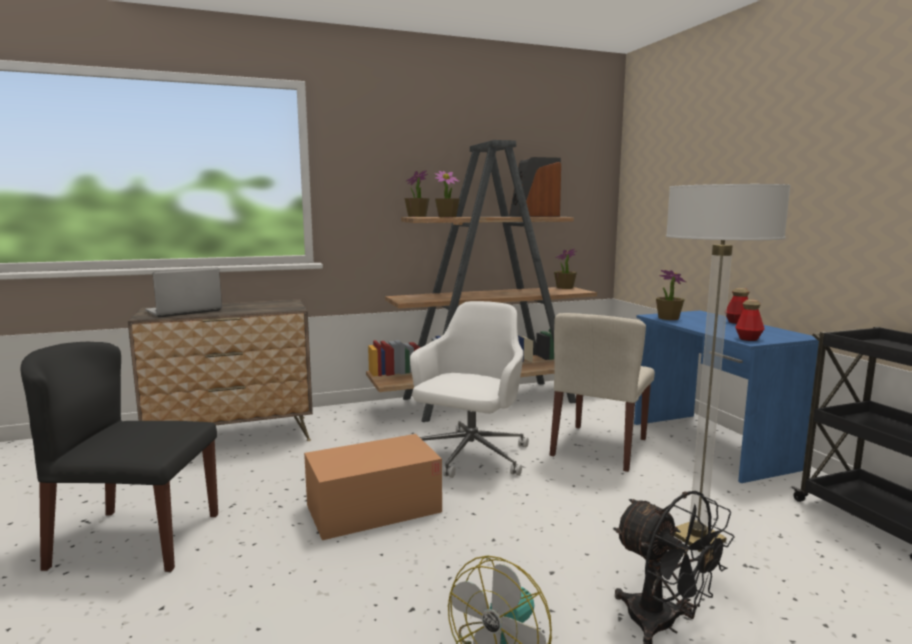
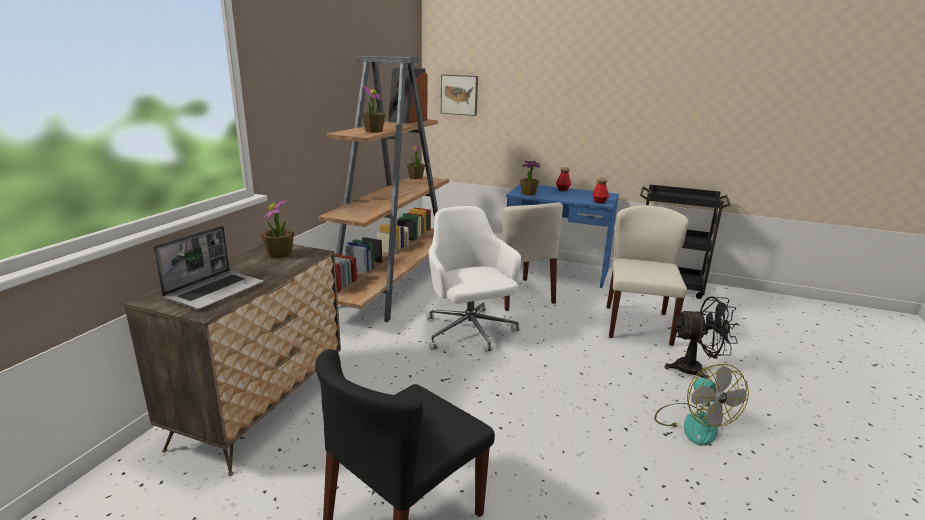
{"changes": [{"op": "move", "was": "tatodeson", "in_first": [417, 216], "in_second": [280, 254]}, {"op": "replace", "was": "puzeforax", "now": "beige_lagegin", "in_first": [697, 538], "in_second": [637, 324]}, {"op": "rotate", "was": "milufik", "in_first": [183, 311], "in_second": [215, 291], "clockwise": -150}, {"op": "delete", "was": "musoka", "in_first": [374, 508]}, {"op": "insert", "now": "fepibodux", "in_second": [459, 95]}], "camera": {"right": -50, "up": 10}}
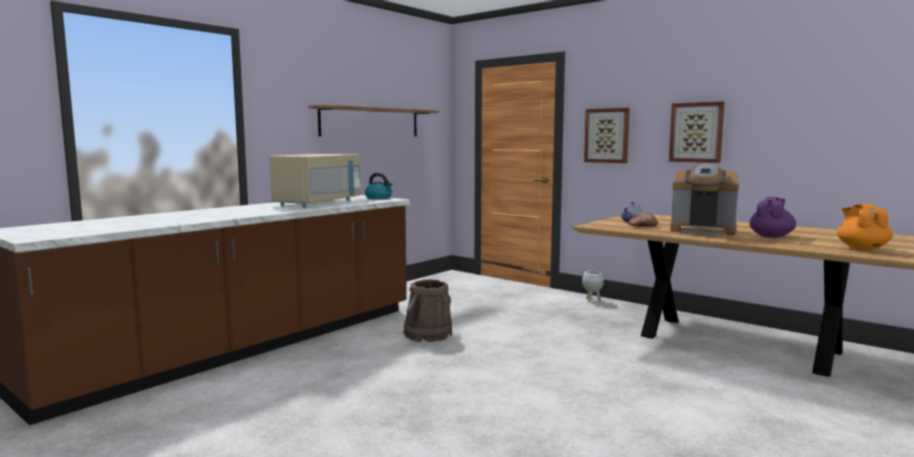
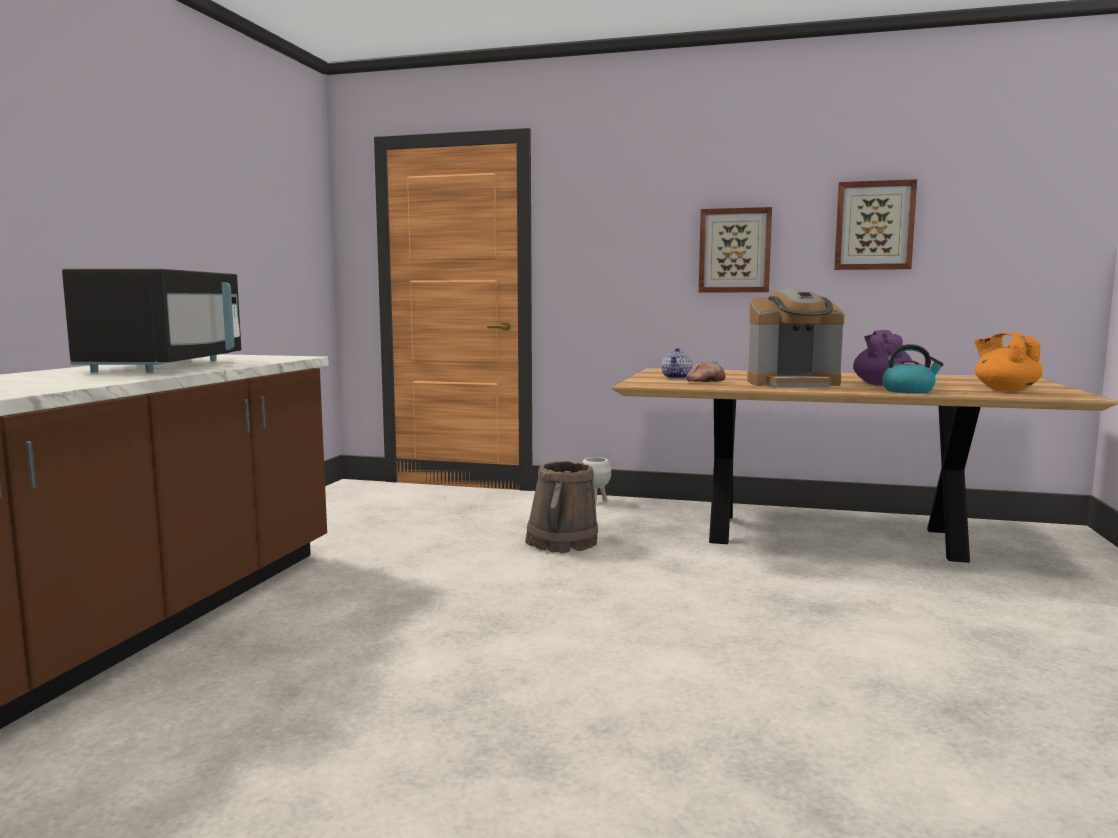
{"changes": [{"op": "delete", "was": "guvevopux", "in_first": [370, 122]}, {"op": "move", "was": "fepibodux", "in_first": [607, 135], "in_second": [874, 226]}, {"op": "recolor", "was": "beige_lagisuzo", "now": "black_lagisuzo", "in_first": [318, 203], "in_second": [166, 366]}, {"op": "move", "was": "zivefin", "in_first": [379, 198], "in_second": [908, 391]}, {"op": "move", "was": "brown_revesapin", "in_first": [427, 334], "in_second": [562, 542]}], "camera": {"right": -25, "up": 0}}
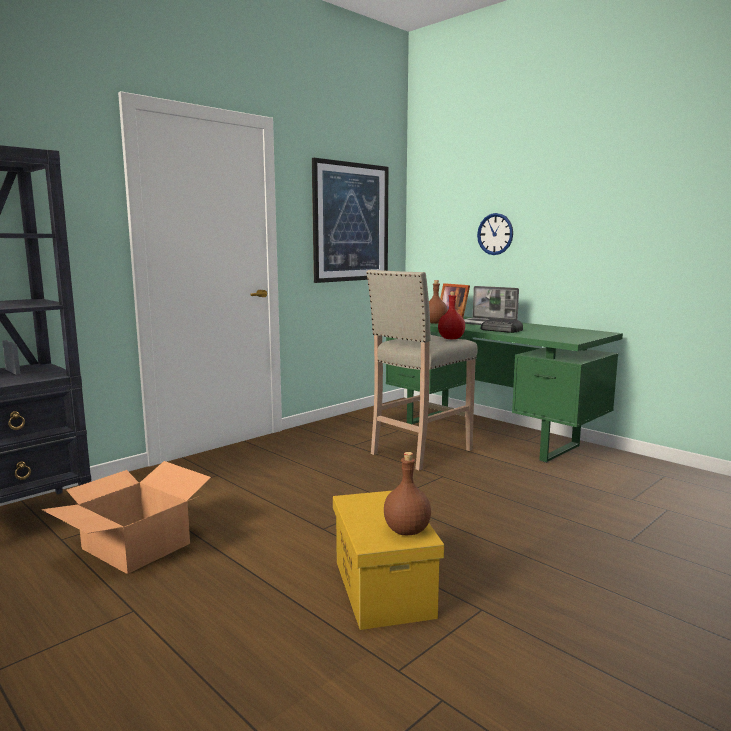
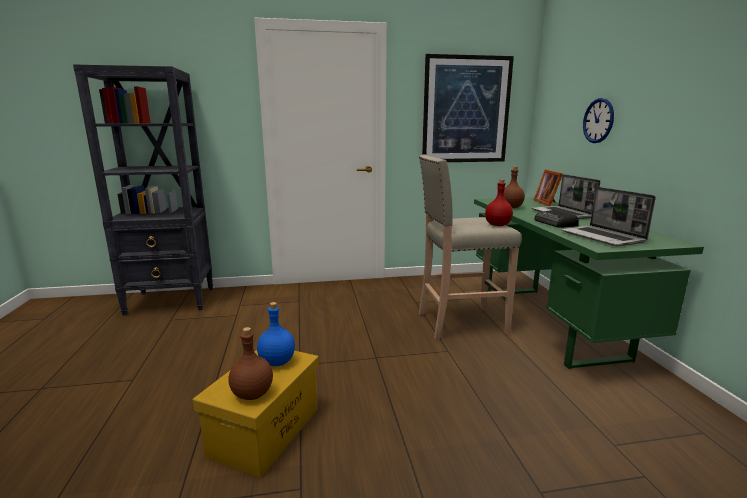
{"changes": [{"op": "delete", "was": "musoka", "in_first": [135, 547]}, {"op": "insert", "now": "milufik", "in_second": [603, 237]}, {"op": "insert", "now": "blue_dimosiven", "in_second": [277, 362]}], "camera": {"right": 35, "up": 5}}
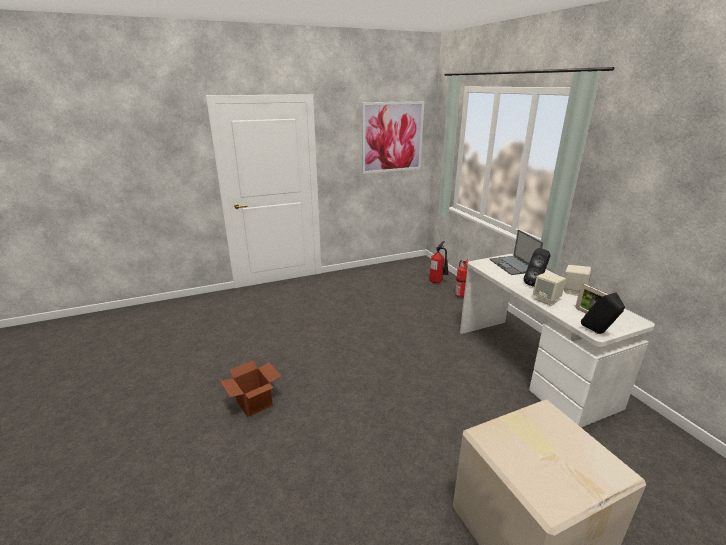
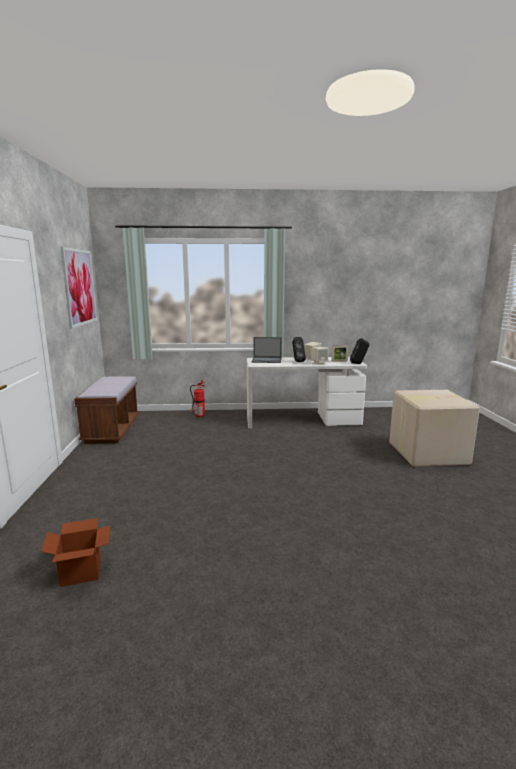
{"changes": [{"op": "delete", "was": "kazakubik", "in_first": [437, 282]}, {"op": "move", "was": "musoka", "in_first": [254, 403], "in_second": [81, 572]}, {"op": "insert", "now": "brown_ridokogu", "in_second": [112, 430]}], "camera": {"right": -70, "up": -10}}
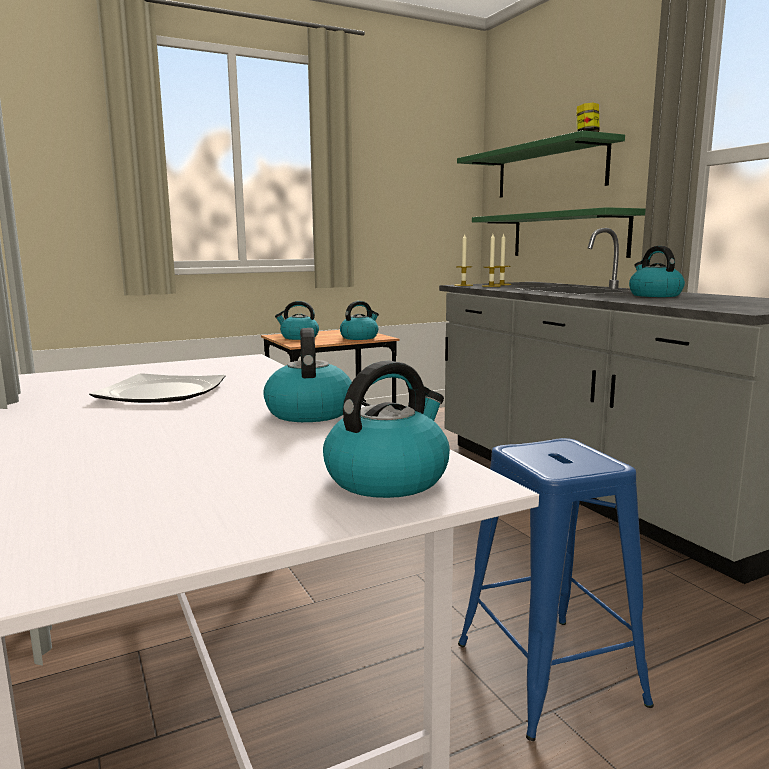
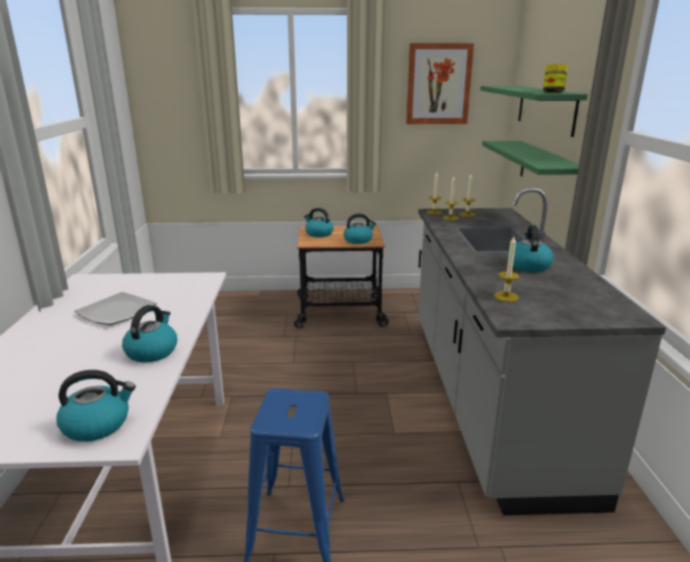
{"changes": [{"op": "insert", "now": "fepibodux", "in_second": [438, 84]}, {"op": "insert", "now": "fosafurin", "in_second": [506, 296]}], "camera": {"right": 25, "up": 10}}
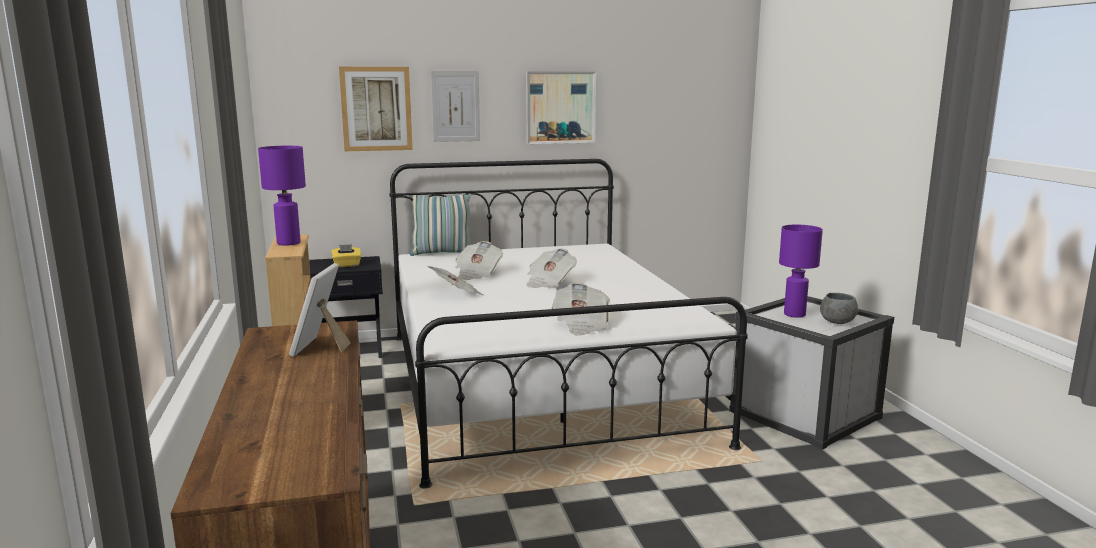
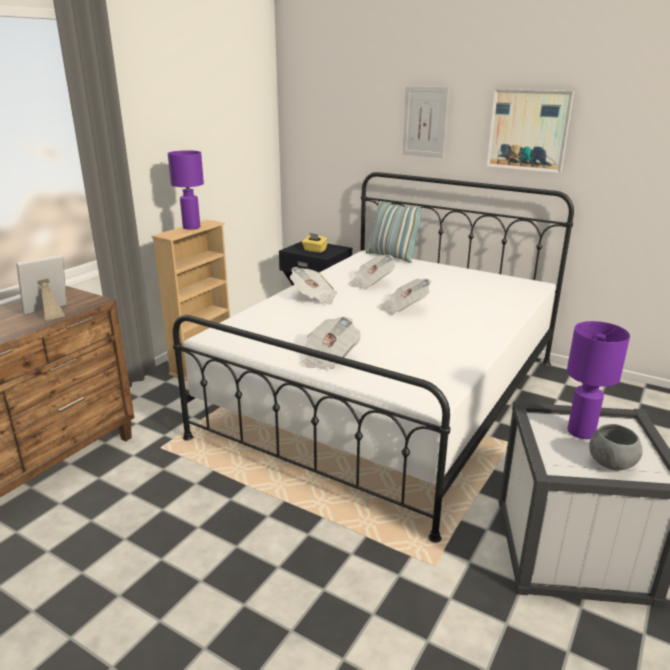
{"changes": [{"op": "delete", "was": "fepibodux", "in_first": [376, 109]}], "camera": {"right": 45, "up": 10}}
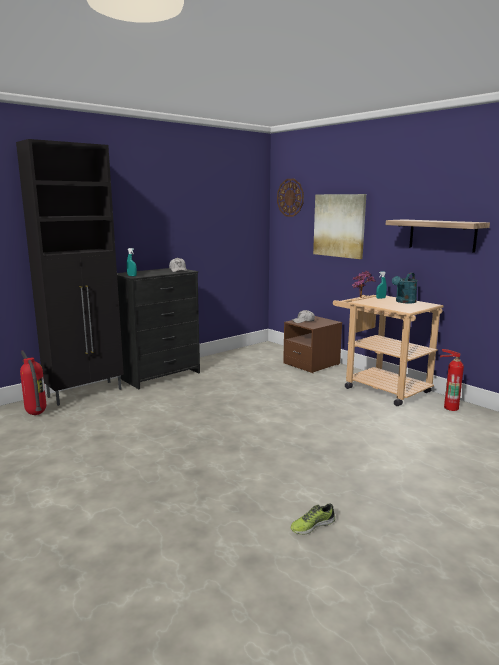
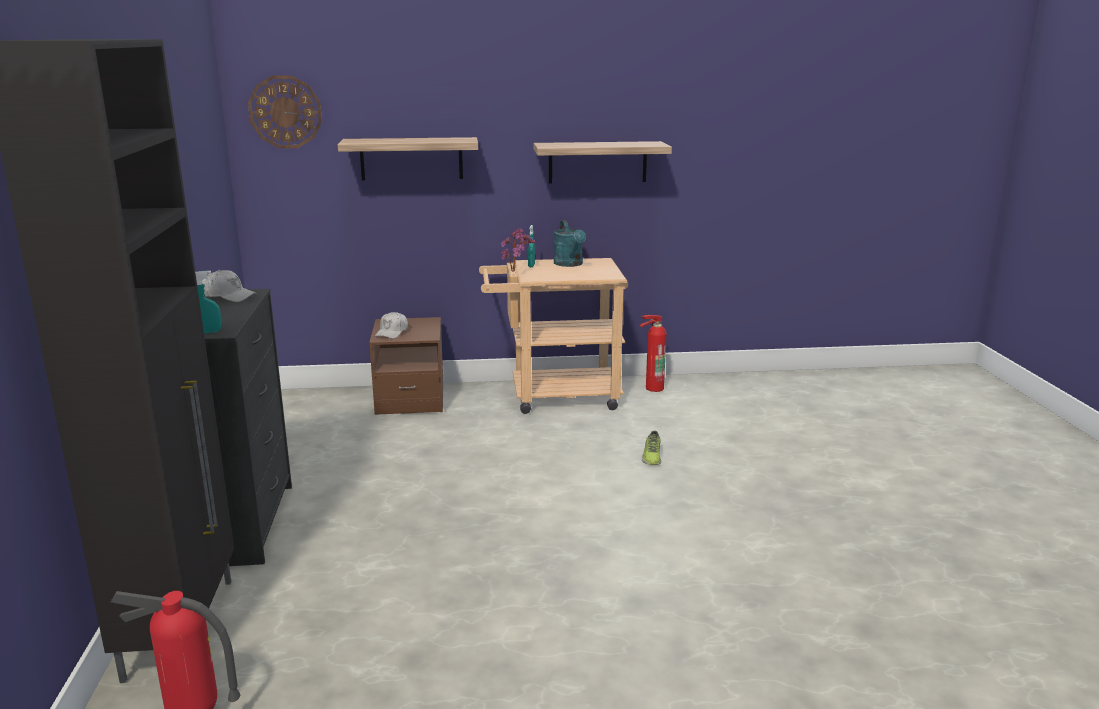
{"changes": [{"op": "replace", "was": "fepibodux", "now": "guvevopux", "in_first": [339, 225], "in_second": [411, 158]}, {"op": "move", "was": "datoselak", "in_first": [312, 525], "in_second": [651, 456]}], "camera": {"right": -55, "up": 5}}
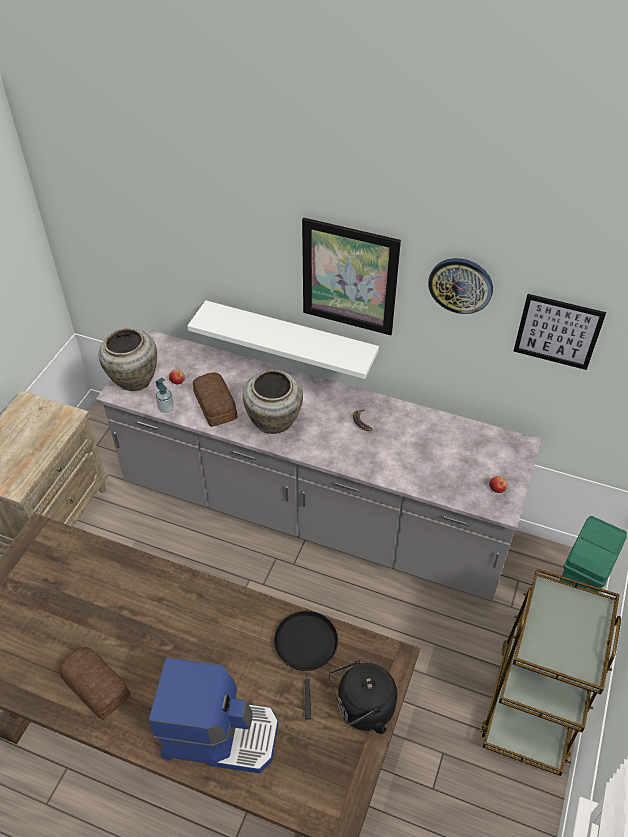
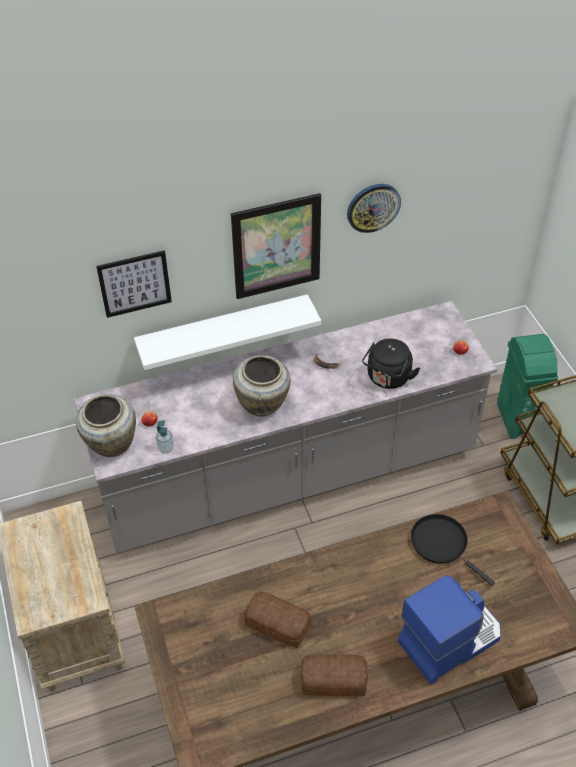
{"changes": [{"op": "move", "was": "fepibodux", "in_first": [558, 331], "in_second": [134, 283]}, {"op": "move", "was": "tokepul", "in_first": [214, 406], "in_second": [278, 625]}, {"op": "move", "was": "black_zivefin", "in_first": [362, 709], "in_second": [387, 379]}], "camera": {"right": -40, "up": 0}}
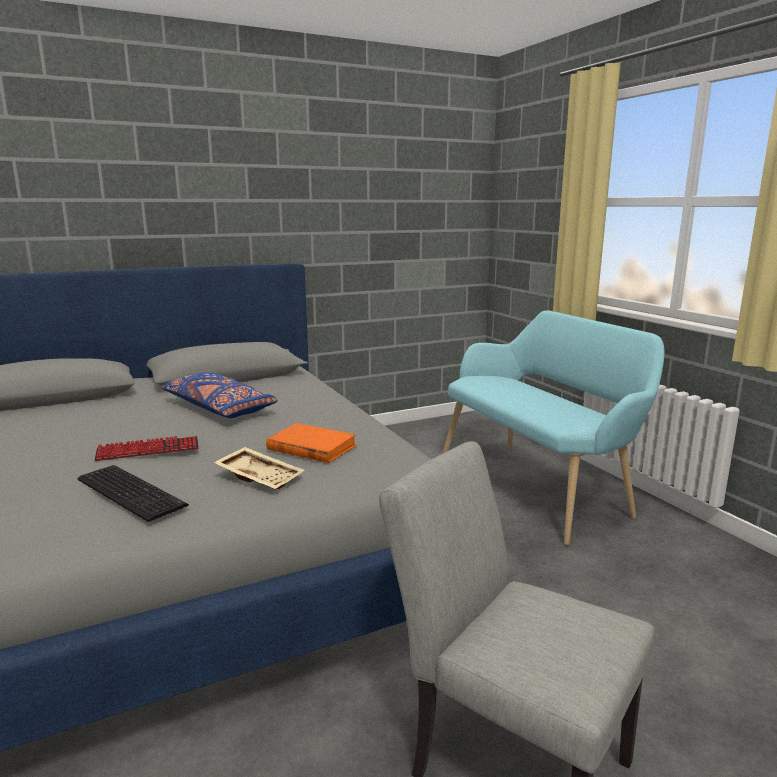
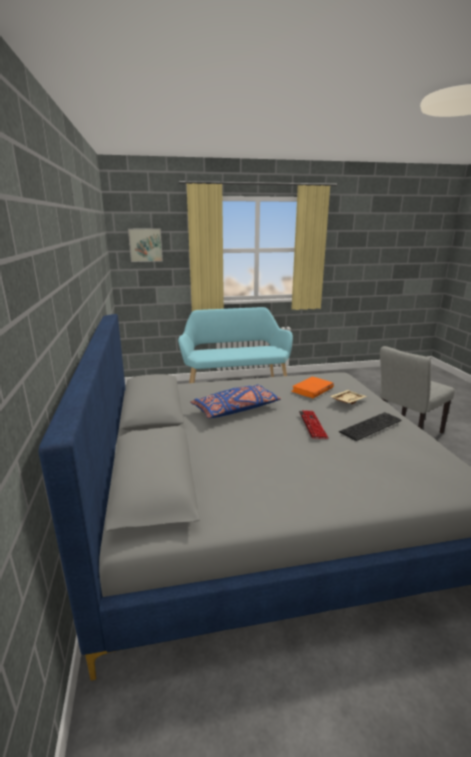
{"changes": [{"op": "insert", "now": "fepibodux", "in_second": [145, 245]}], "camera": {"right": -75, "up": 5}}
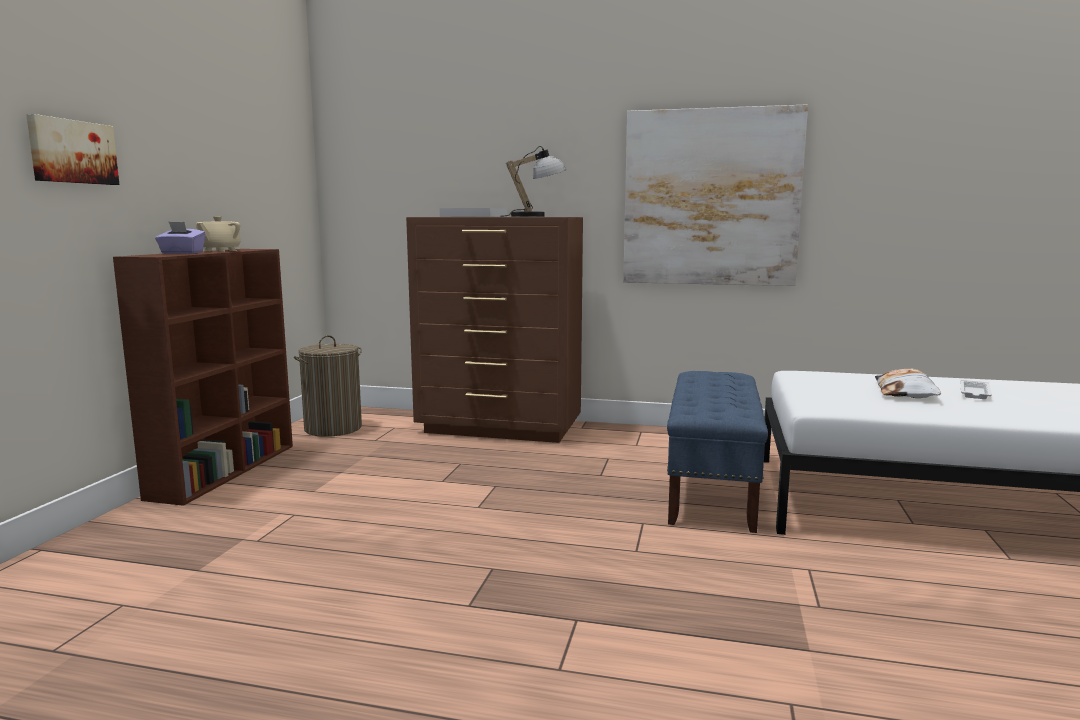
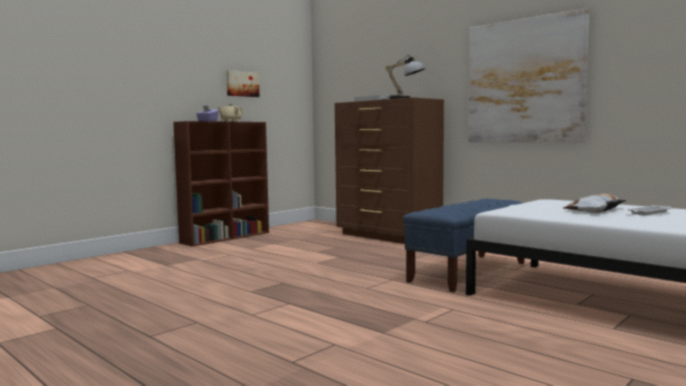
{"changes": [{"op": "move", "was": "fepibodux", "in_first": [72, 152], "in_second": [242, 84]}, {"op": "delete", "was": "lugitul", "in_first": [333, 428]}], "camera": {"right": 30, "up": -5}}
